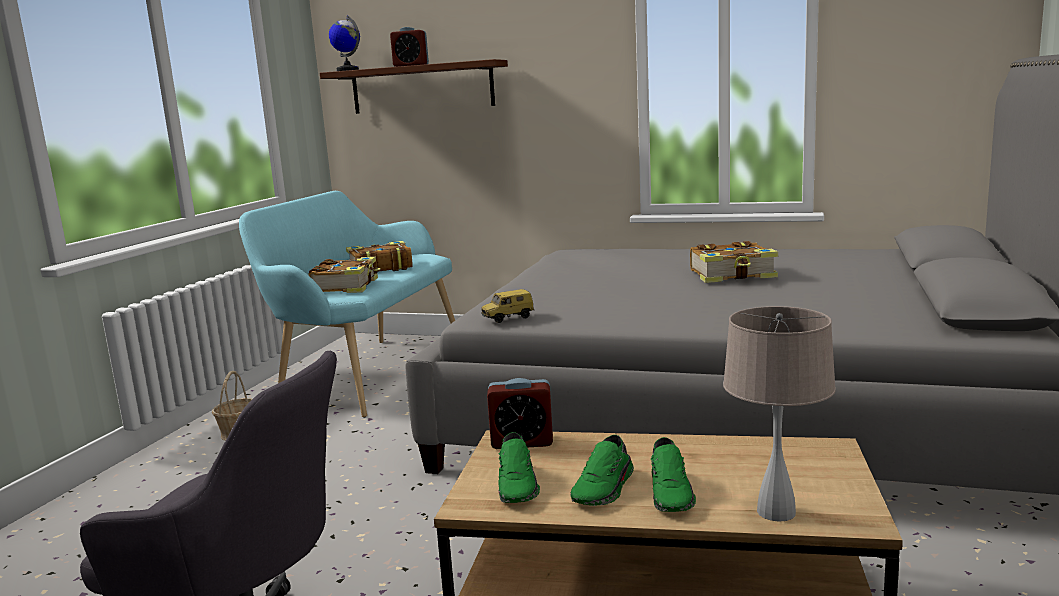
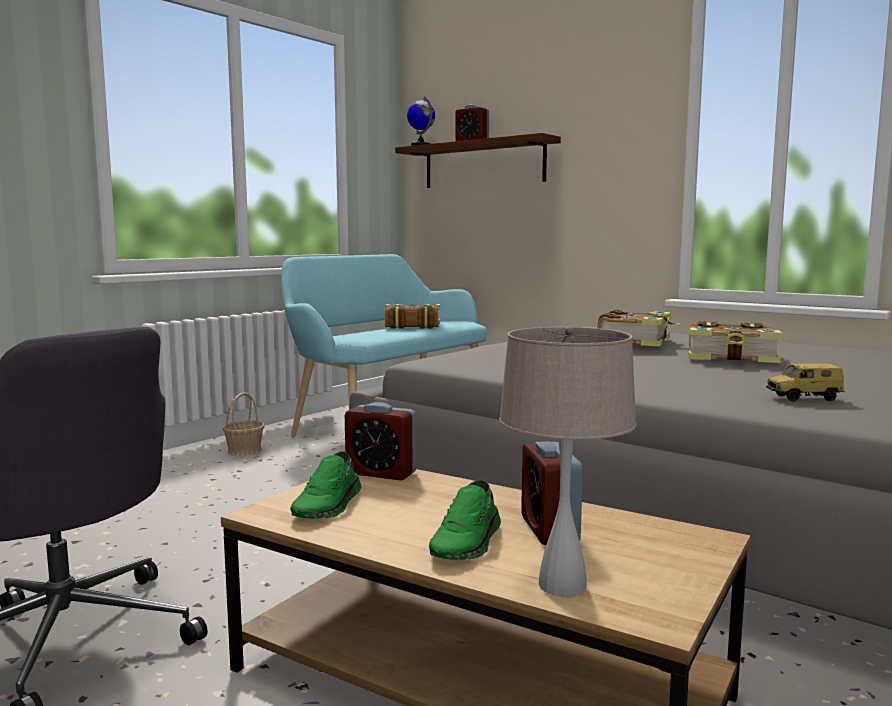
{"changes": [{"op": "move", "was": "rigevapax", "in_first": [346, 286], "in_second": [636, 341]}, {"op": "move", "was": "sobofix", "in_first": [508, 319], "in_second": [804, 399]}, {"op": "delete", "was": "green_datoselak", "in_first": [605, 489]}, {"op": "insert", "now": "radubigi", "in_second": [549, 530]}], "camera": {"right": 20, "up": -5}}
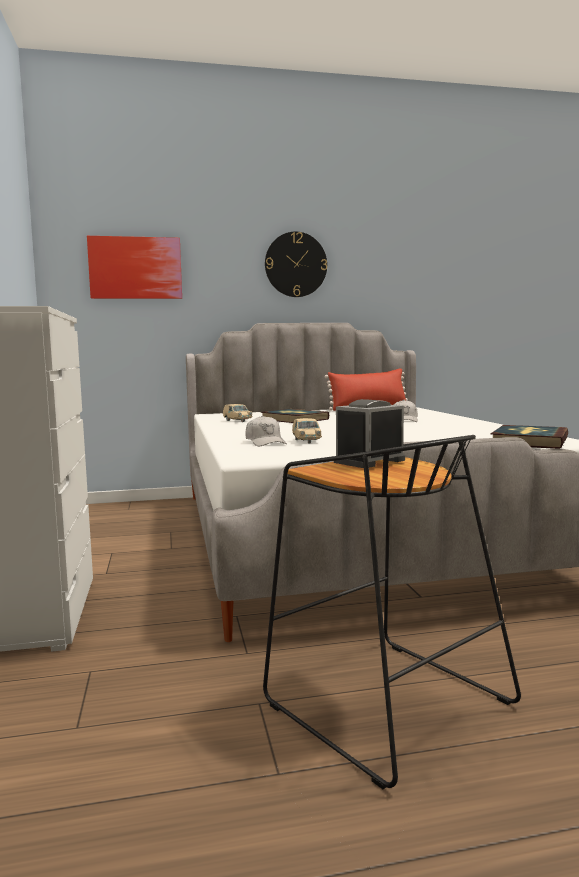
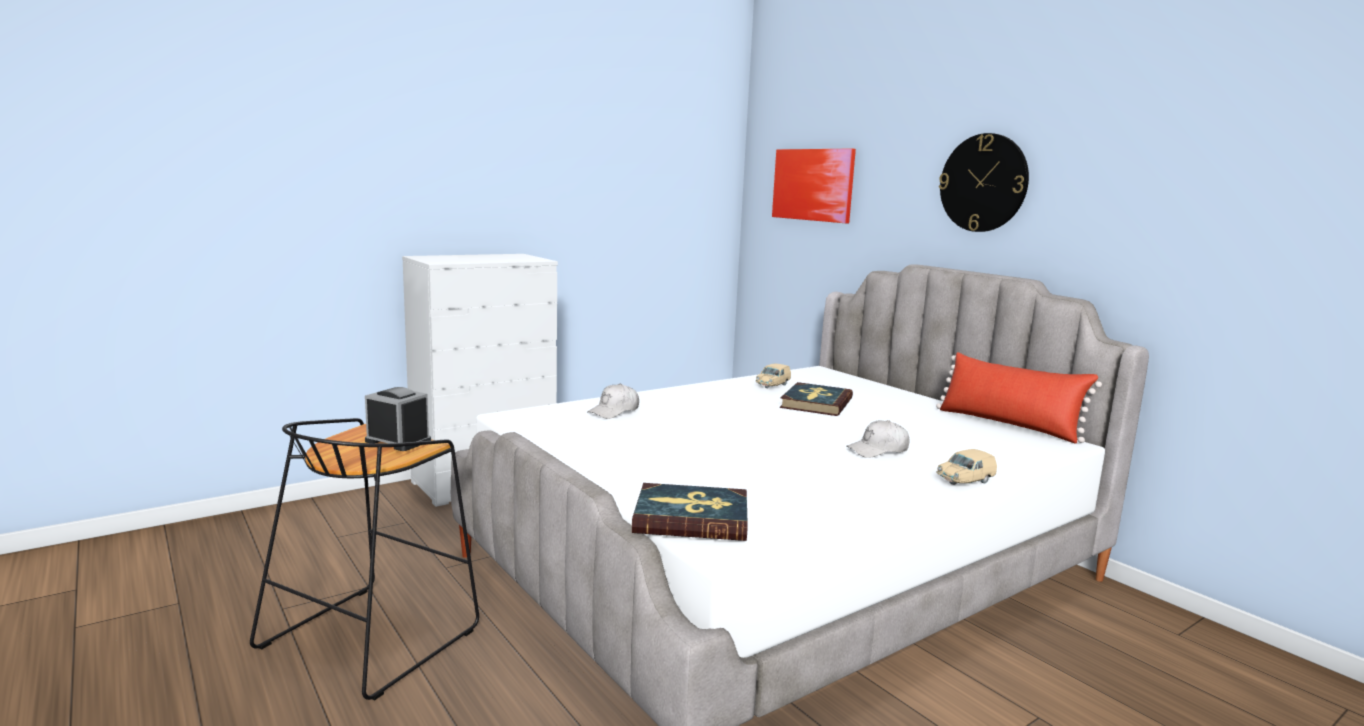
{"changes": [{"op": "move", "was": "beige_sobofix", "in_first": [307, 441], "in_second": [964, 481]}], "camera": {"right": 65, "up": 5}}
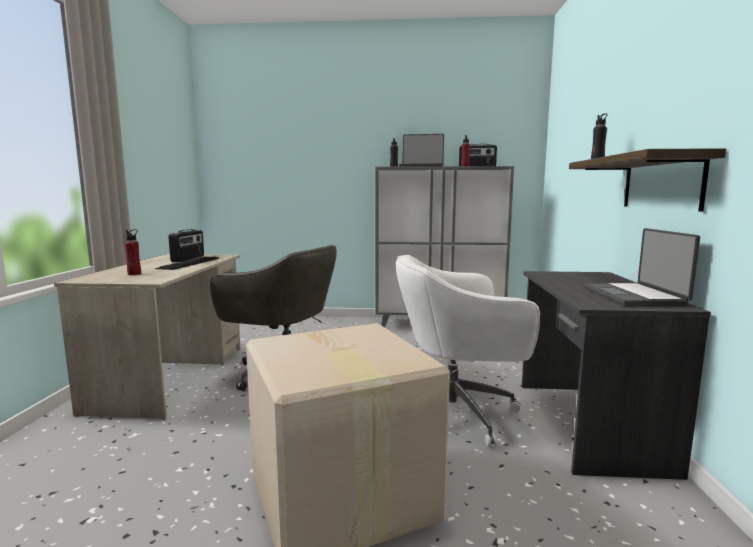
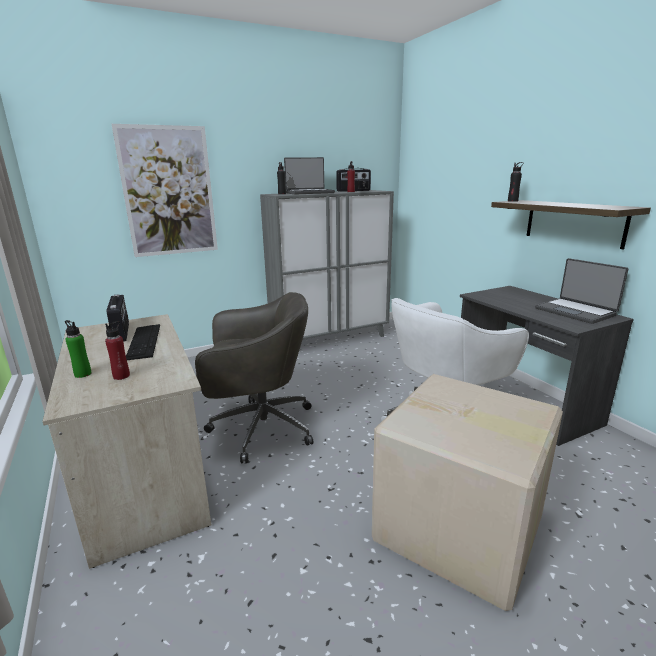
{"changes": [{"op": "insert", "now": "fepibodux", "in_second": [169, 192]}, {"op": "insert", "now": "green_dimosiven", "in_second": [83, 374]}], "camera": {"right": -30, "up": 10}}
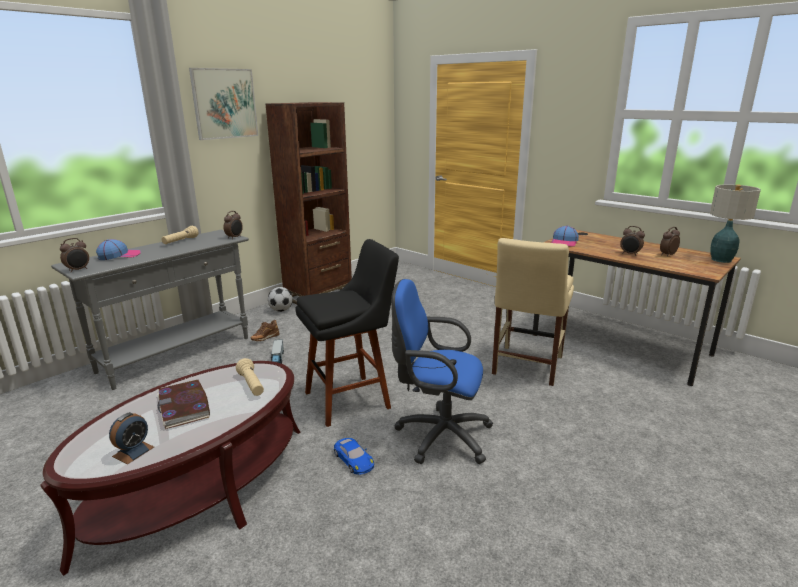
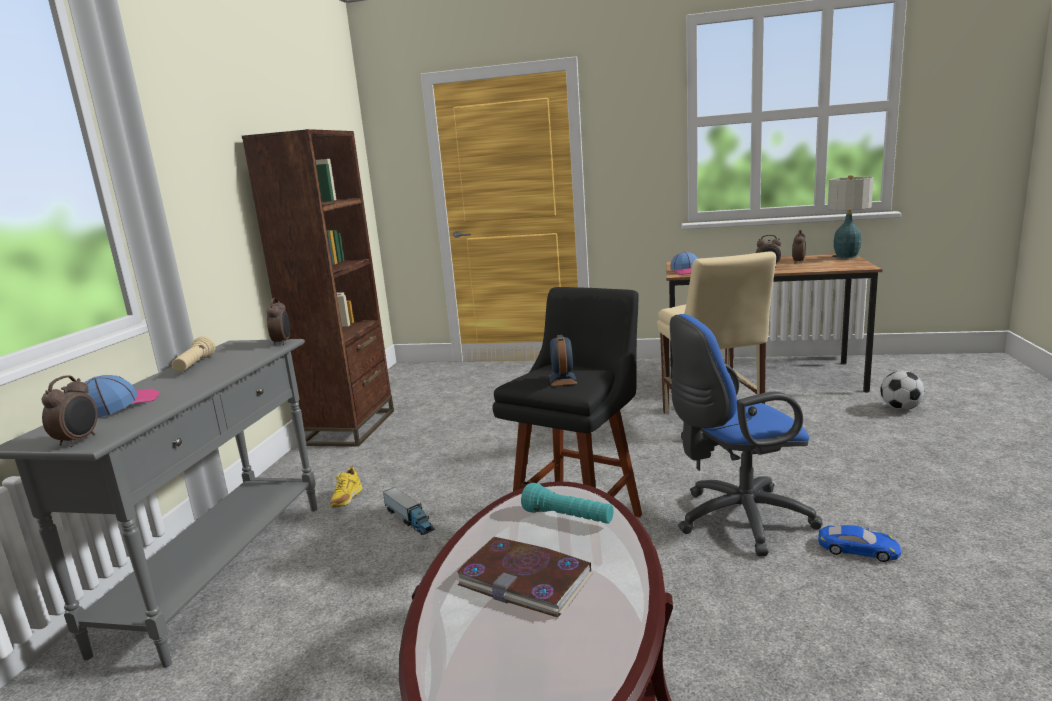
{"changes": [{"op": "delete", "was": "fepibodux", "in_first": [224, 103]}, {"op": "move", "was": "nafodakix", "in_first": [281, 310], "in_second": [900, 408]}, {"op": "recolor", "was": "brown_datoselak", "now": "yellow_datoselak", "in_first": [265, 339], "in_second": [346, 500]}, {"op": "recolor", "was": "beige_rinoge", "now": "turquoise_rinoge", "in_first": [251, 385], "in_second": [568, 518]}, {"op": "move", "was": "radubigi", "in_first": [133, 451], "in_second": [562, 380]}, {"op": "move", "was": "blue_sobofix", "in_first": [353, 459], "in_second": [858, 549]}], "camera": {"right": -30, "up": -5}}
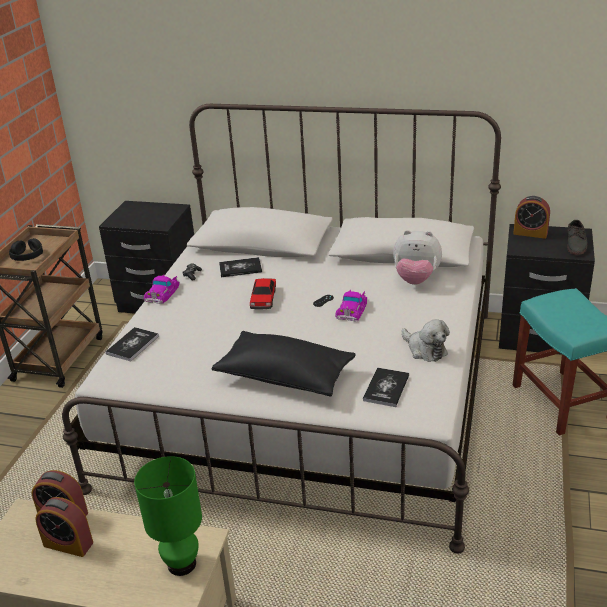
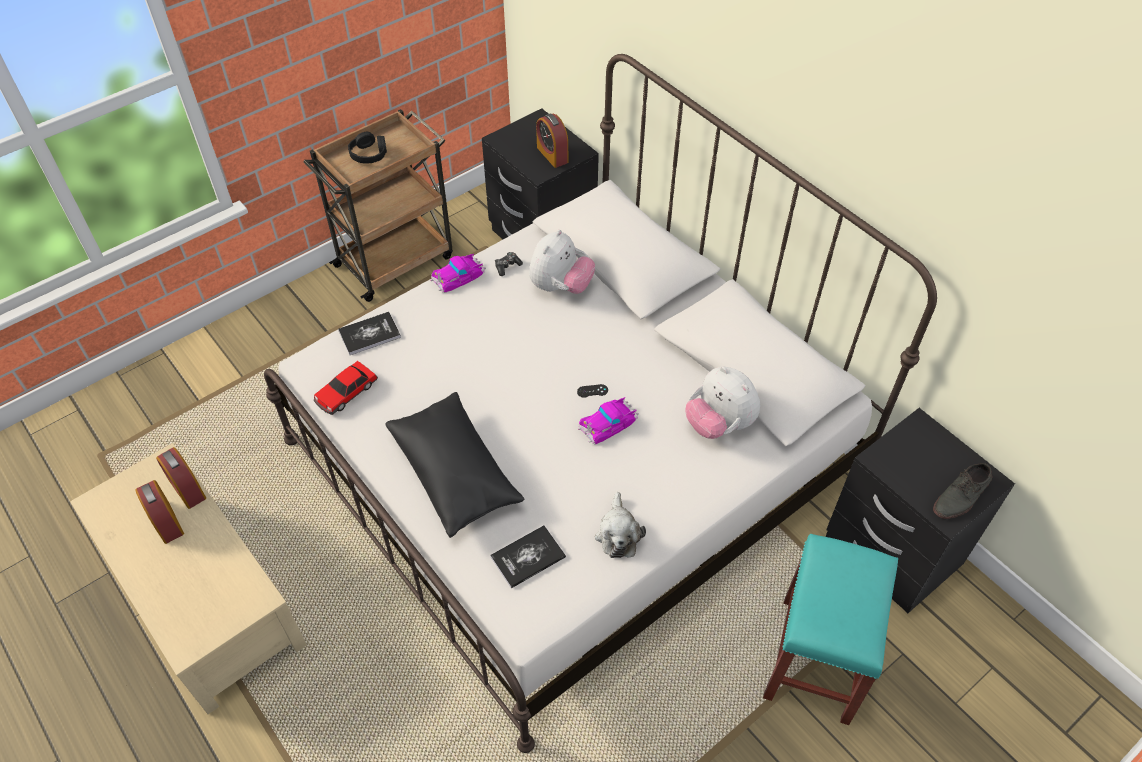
{"changes": [{"op": "move", "was": "radubigi", "in_first": [530, 233], "in_second": [552, 155]}, {"op": "replace", "was": "rigevapax", "now": "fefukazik", "in_first": [240, 268], "in_second": [560, 286]}, {"op": "move", "was": "sobofix", "in_first": [263, 299], "in_second": [346, 393]}, {"op": "delete", "was": "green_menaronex", "in_first": [181, 564]}], "camera": {"right": 35, "up": 20}}
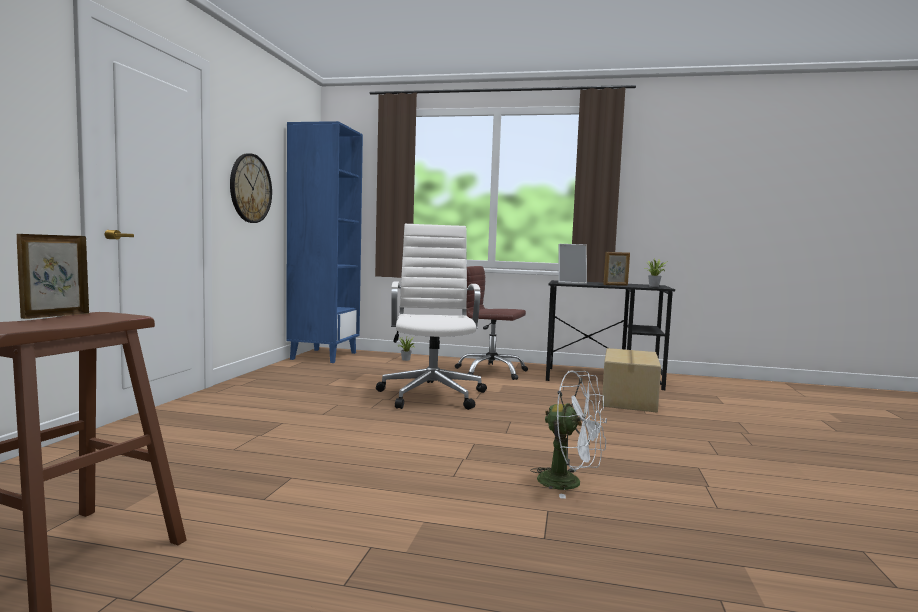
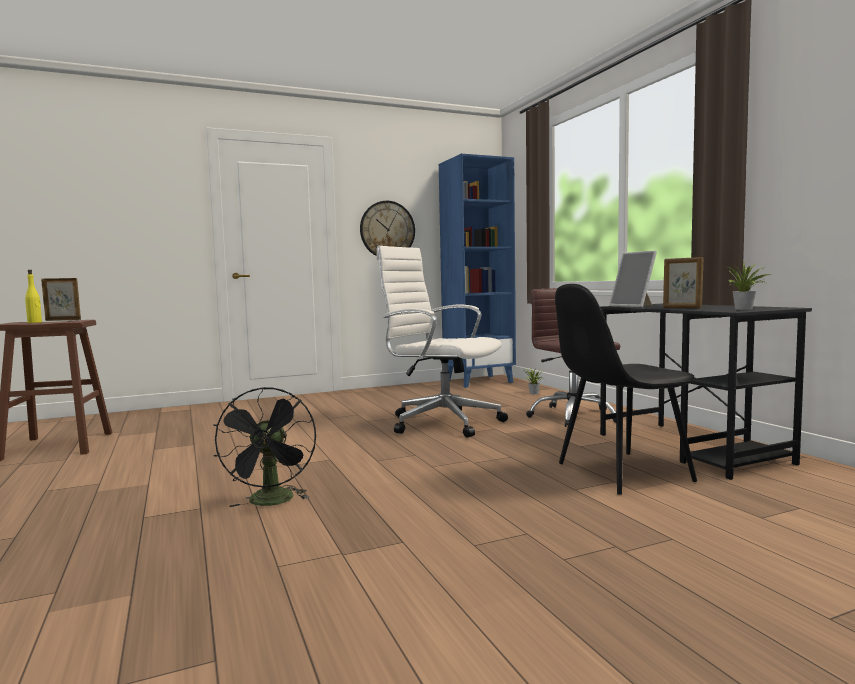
{"changes": [{"op": "rotate", "was": "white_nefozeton", "in_first": [432, 394], "in_second": [442, 422], "clockwise": -105}, {"op": "replace", "was": "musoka", "now": "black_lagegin", "in_first": [627, 399], "in_second": [620, 472]}, {"op": "recolor", "was": "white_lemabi", "now": "black_lemabi", "in_first": [569, 483], "in_second": [272, 502]}, {"op": "insert", "now": "yellow_dimosiven", "in_second": [35, 322]}], "camera": {"right": 55, "up": 0}}
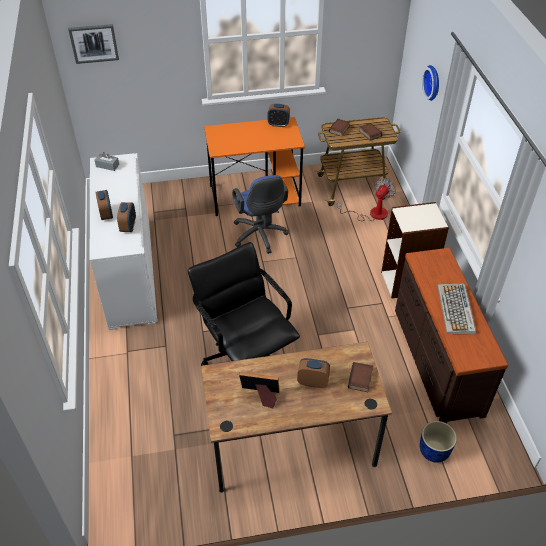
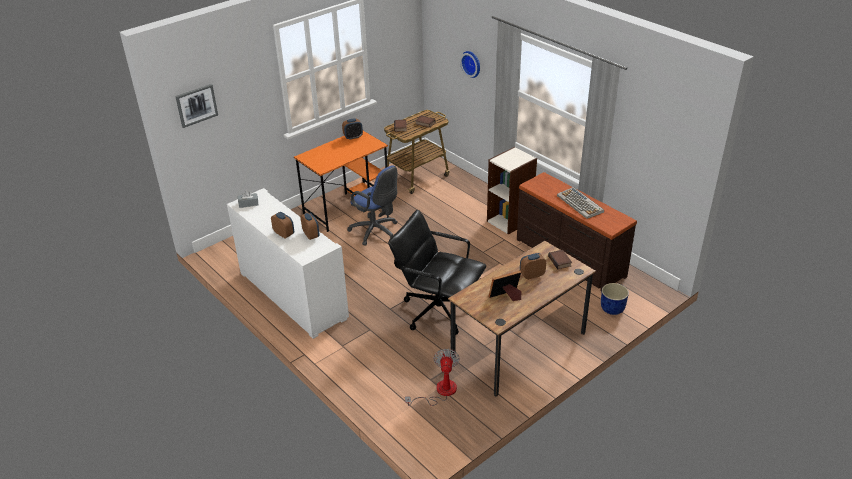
{"changes": [{"op": "move", "was": "lemabi", "in_first": [371, 214], "in_second": [440, 392]}], "camera": {"right": -30, "up": -10}}
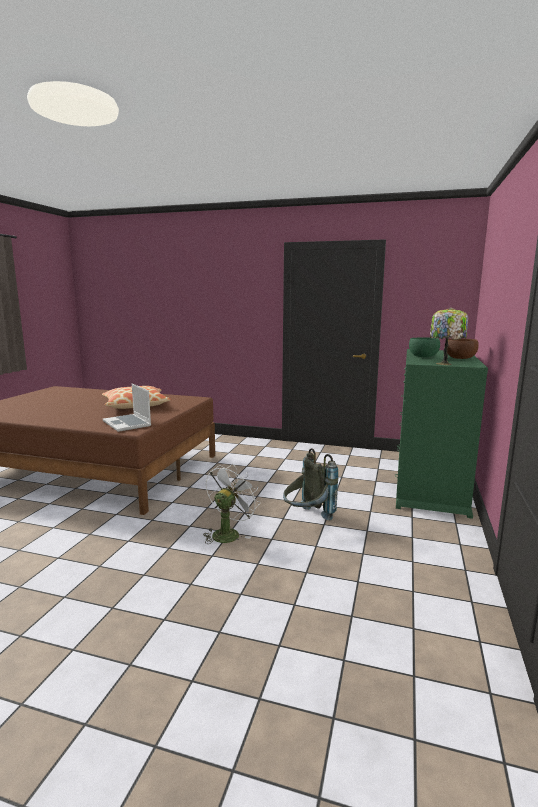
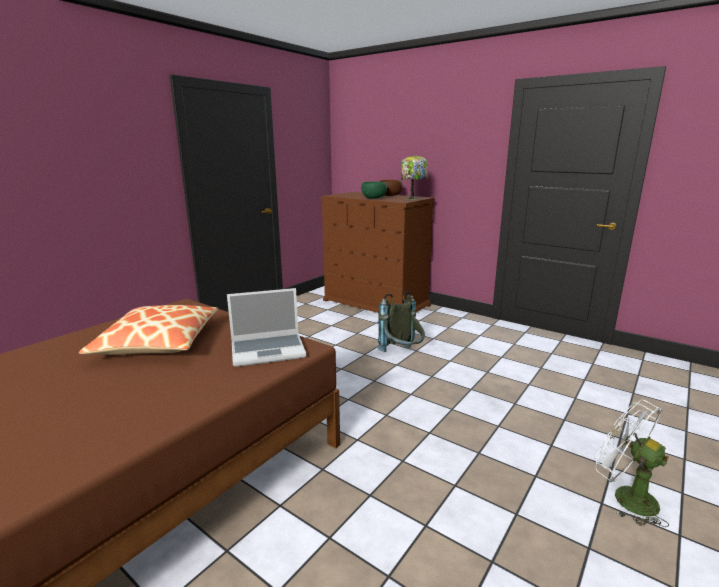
{"changes": [{"op": "recolor", "was": "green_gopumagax", "now": "brown_gopumagax", "in_first": [430, 487], "in_second": [376, 303]}, {"op": "move", "was": "white_lemabi", "in_first": [228, 533], "in_second": [625, 497]}], "camera": {"right": -70, "up": 5}}
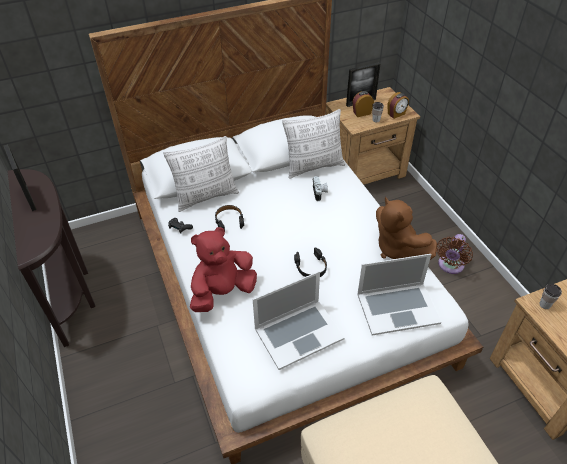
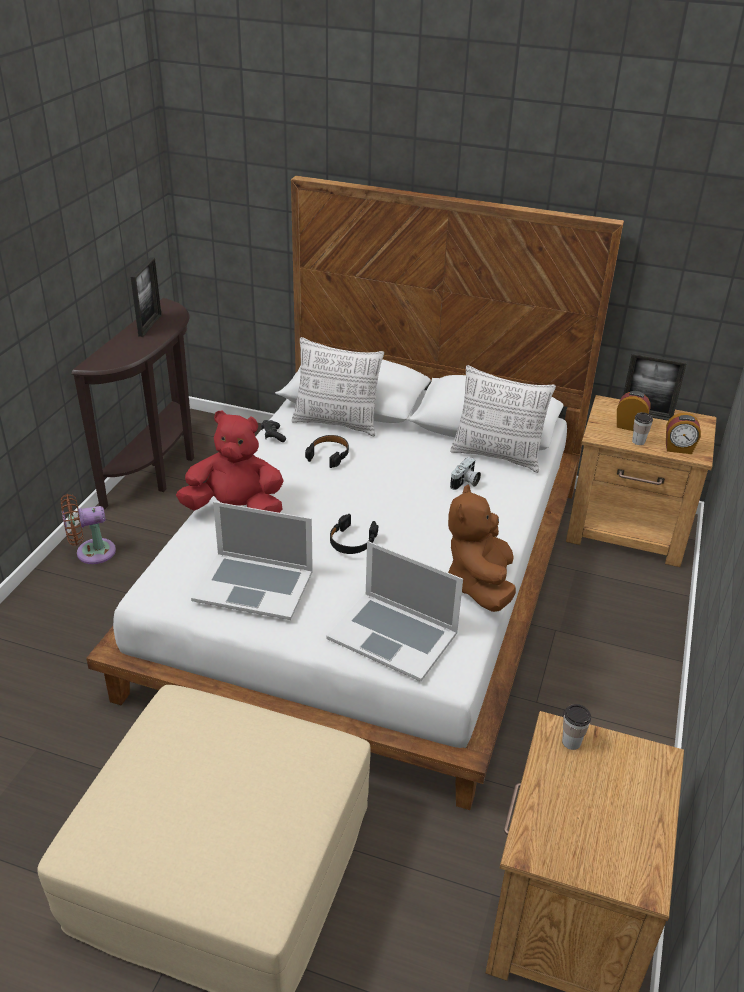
{"changes": [{"op": "move", "was": "brown_lemabi", "in_first": [450, 266], "in_second": [91, 552]}], "camera": {"right": 40, "up": -10}}
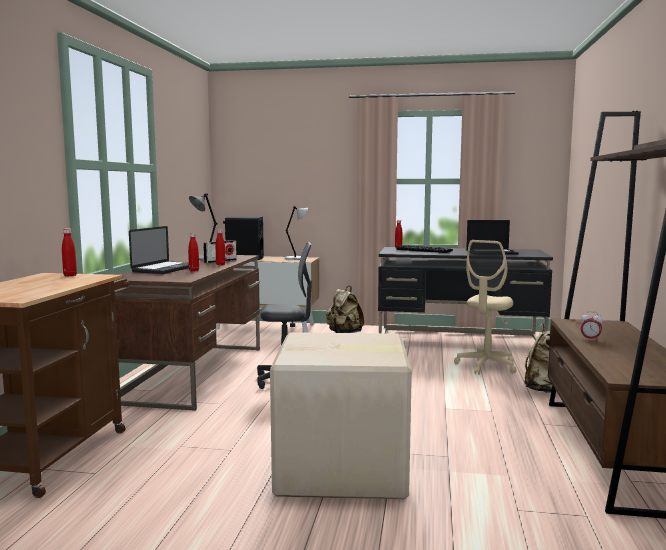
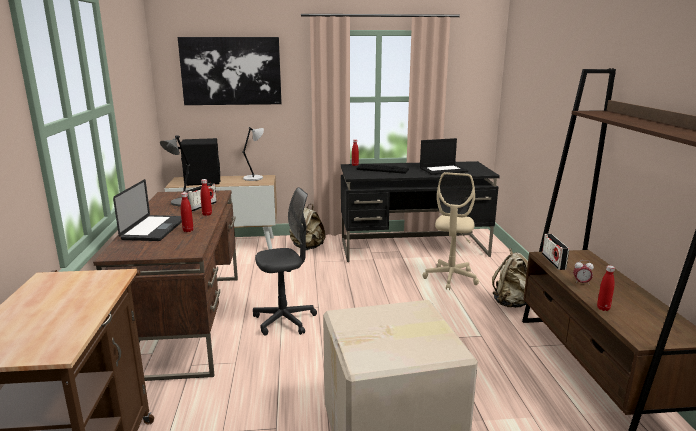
{"changes": [{"op": "move", "was": "red_dimosiven", "in_first": [70, 275], "in_second": [603, 308]}, {"op": "insert", "now": "fepibodux", "in_second": [231, 71]}, {"op": "insert", "now": "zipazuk", "in_second": [553, 261]}], "camera": {"right": -15, "up": 10}}
